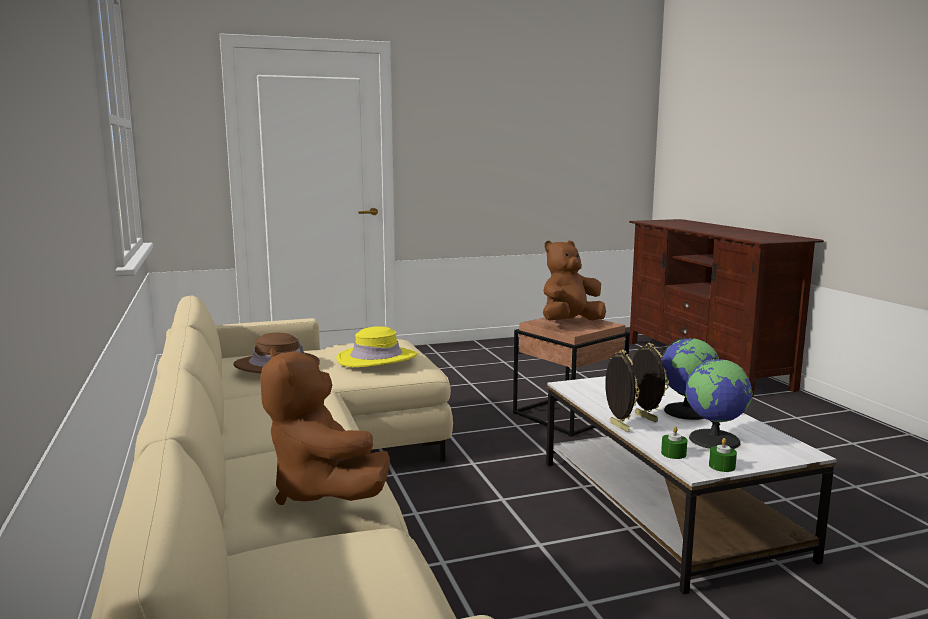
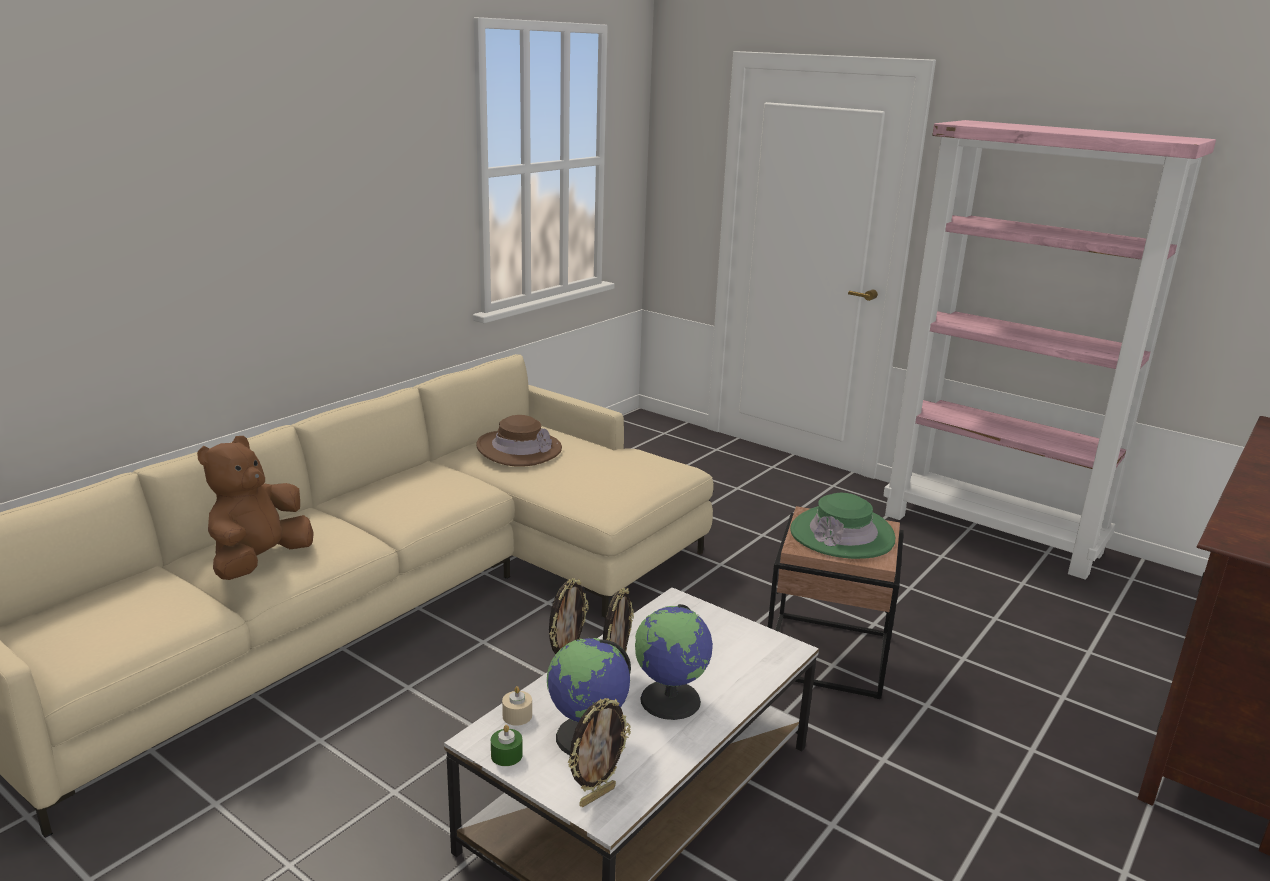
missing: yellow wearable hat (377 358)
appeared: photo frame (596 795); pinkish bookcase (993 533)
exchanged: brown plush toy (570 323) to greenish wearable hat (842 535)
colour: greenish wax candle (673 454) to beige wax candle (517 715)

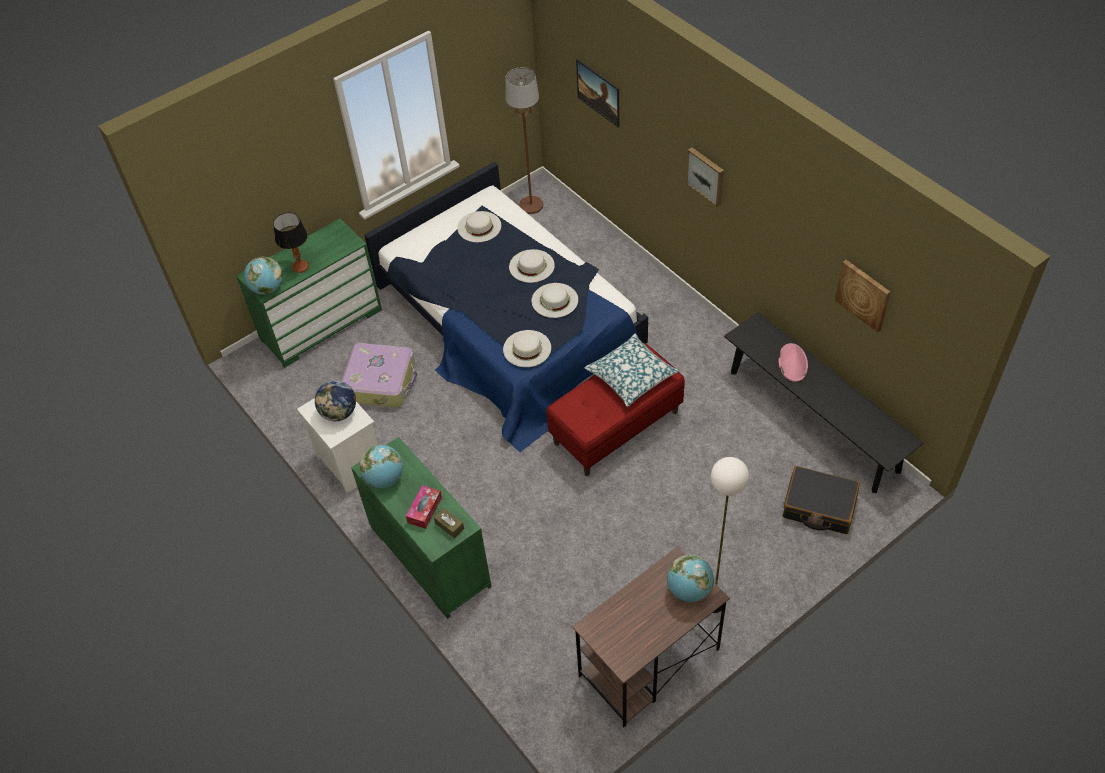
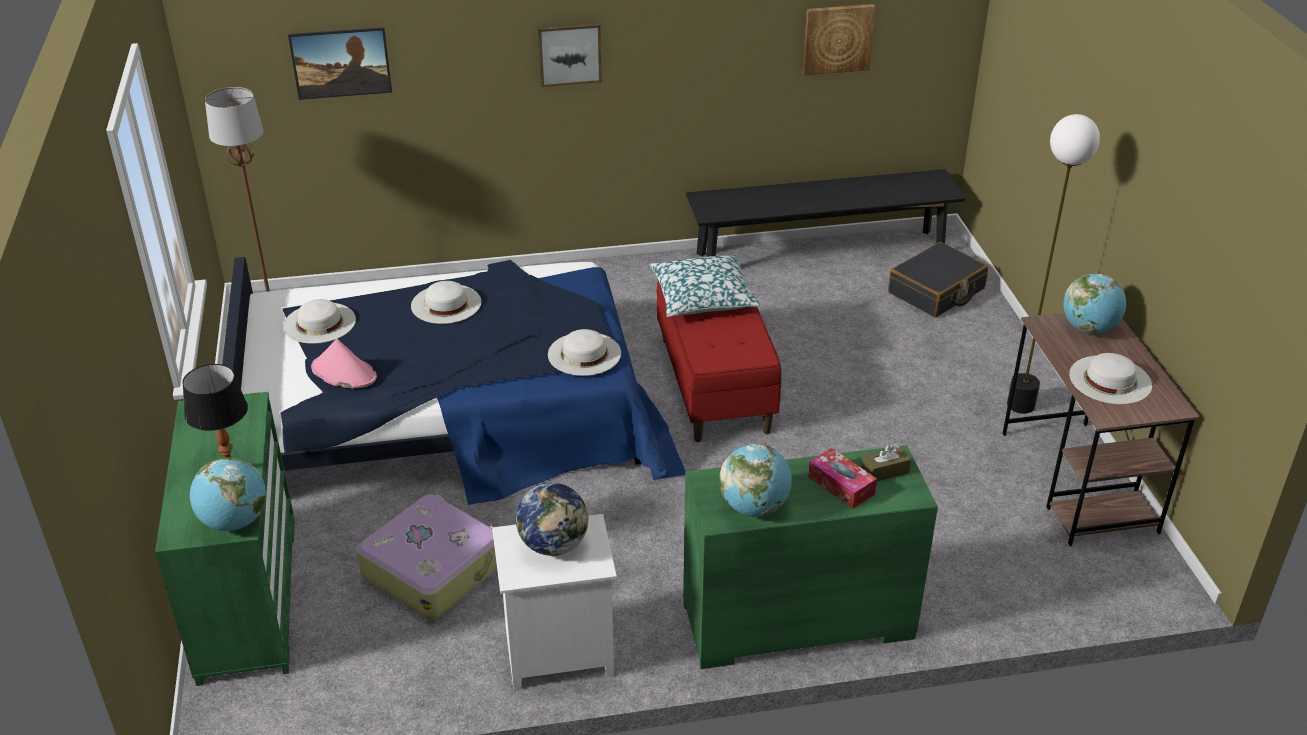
relocated: white wearable hat (554 300) to (1110 379); pinkish wearable hat (792 363) to (343 373)

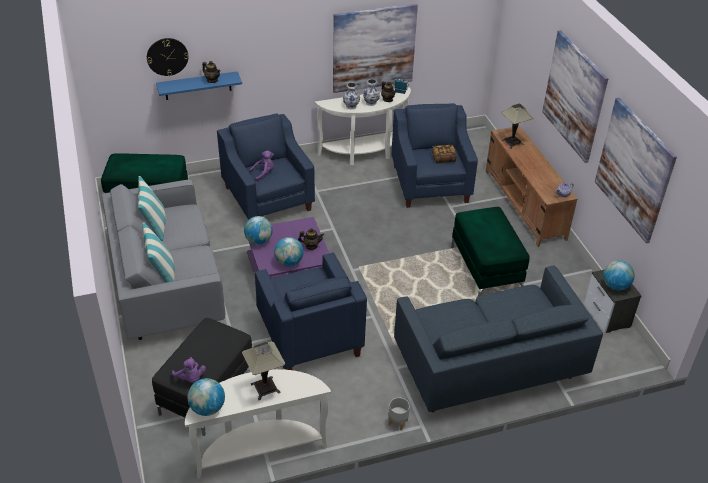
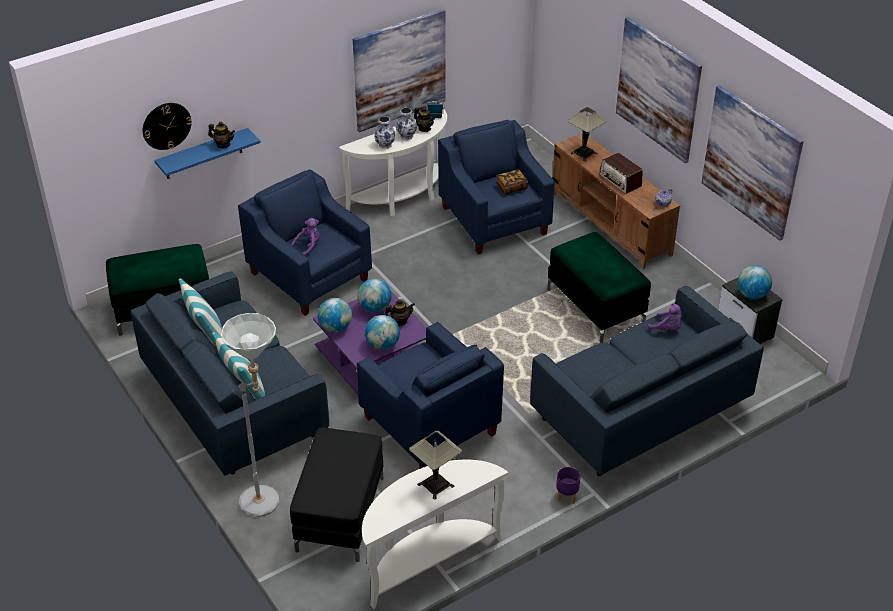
appeared: gray floor lamp (267 498); radio set (620 181)
relocated: purplish plush toy (190 378) to (667 328); world globe (207 408) to (375 308)
colour: gray settee (167 285) to bluish settee (235 404); gray planter (397 422) to purplish planter (567 496)

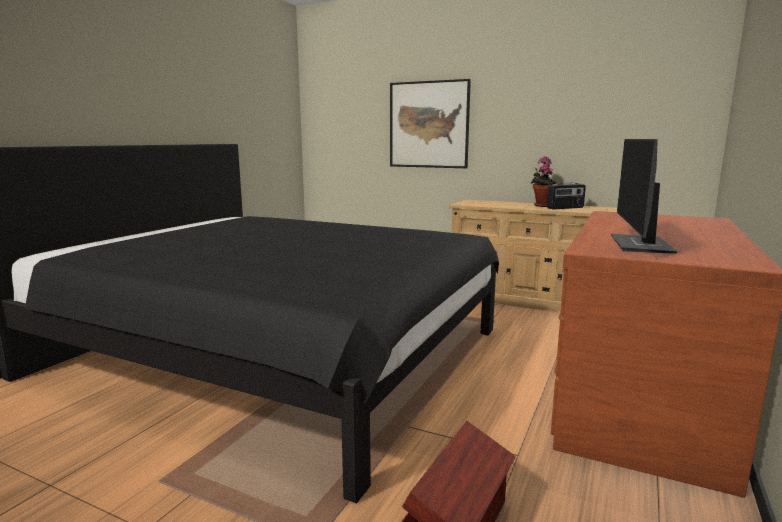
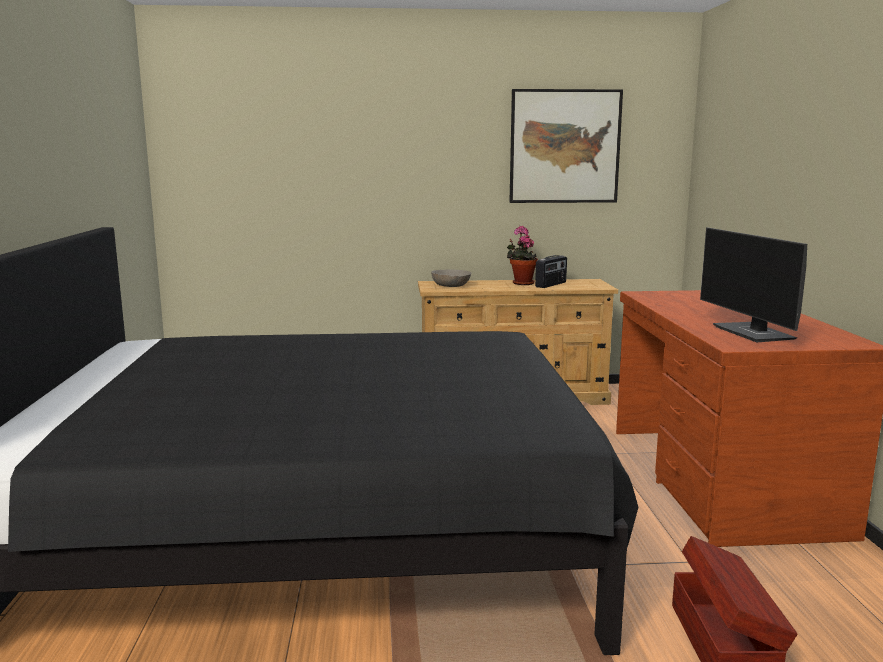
appeared: gray bowl (451 285)
relocated: picture (429 125) to (564 146)

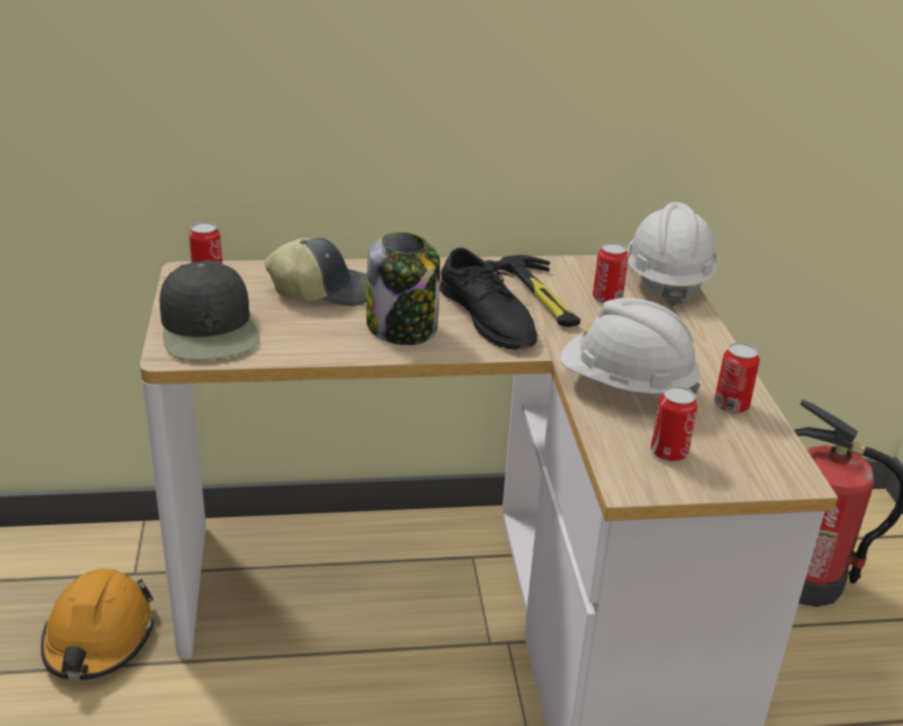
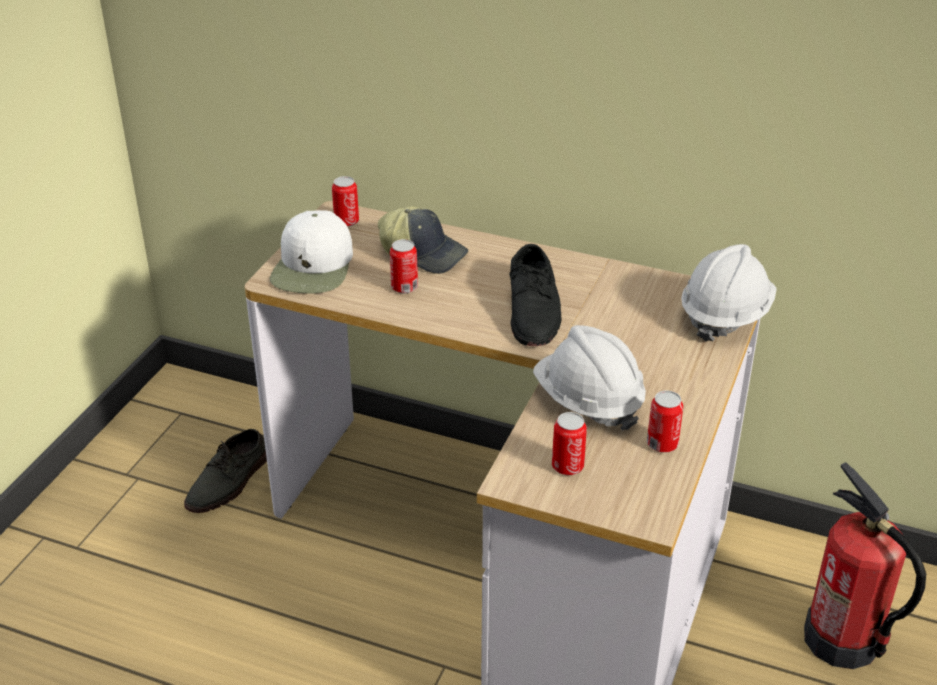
missing: preserve jar (403 328); hand hammer (539 296)
relocated: sealed can (607 298) to (404 287)
exchanged: orange-coloured hard hat (99 638) to gray item of footwear (229 481)
colour: black-coloured baseball cap (210 329) to white baseball cap (313 266)

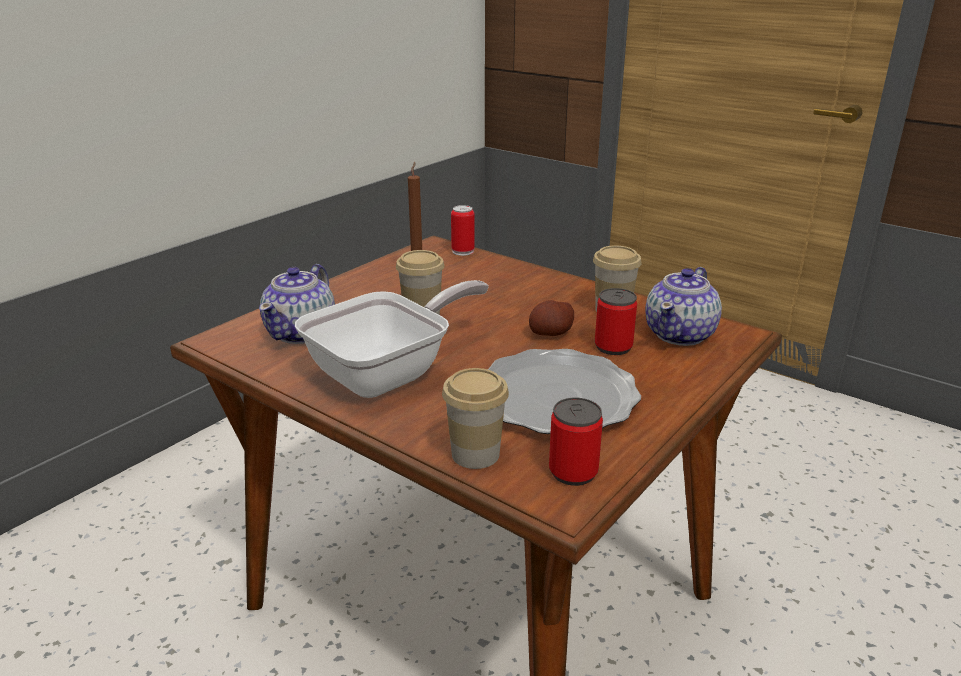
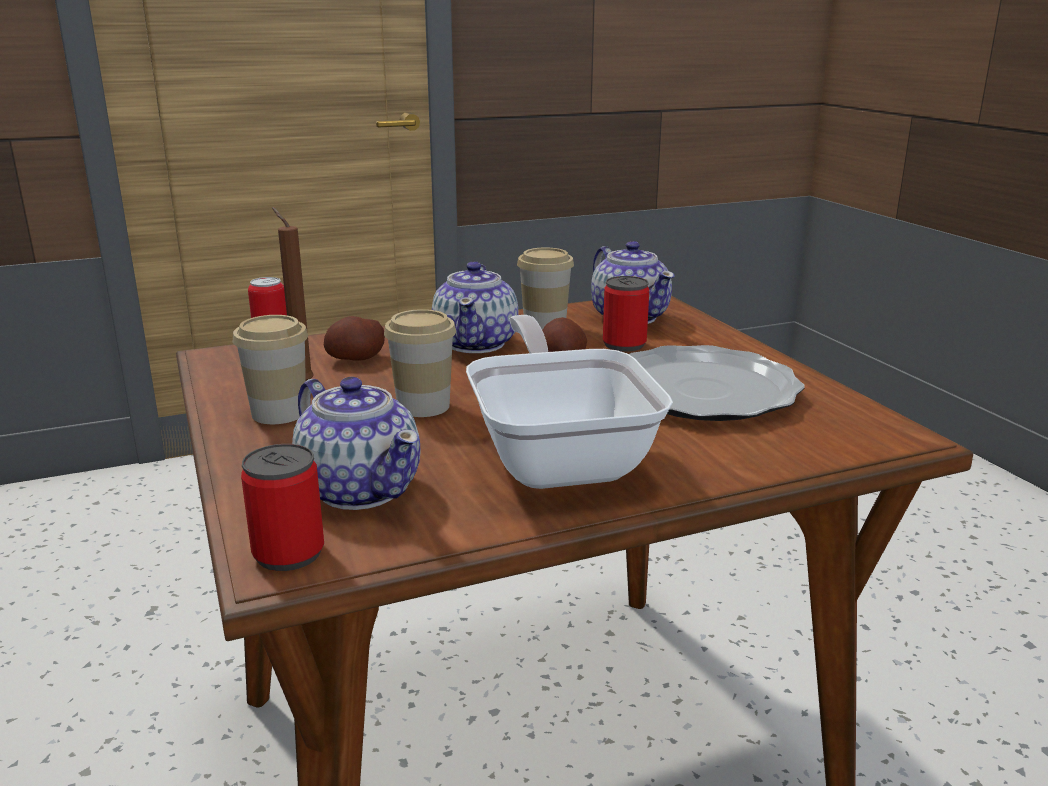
appeared: spud (356 359); tea pot (477 343)
relocated: small cup (475 454) to (279 413); sealed can (573 472) to (288 553)

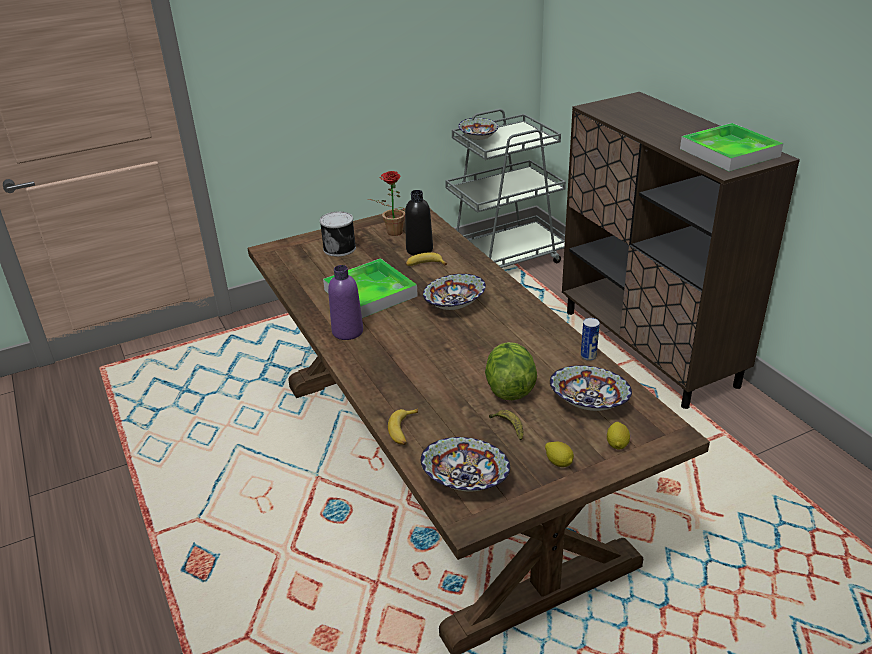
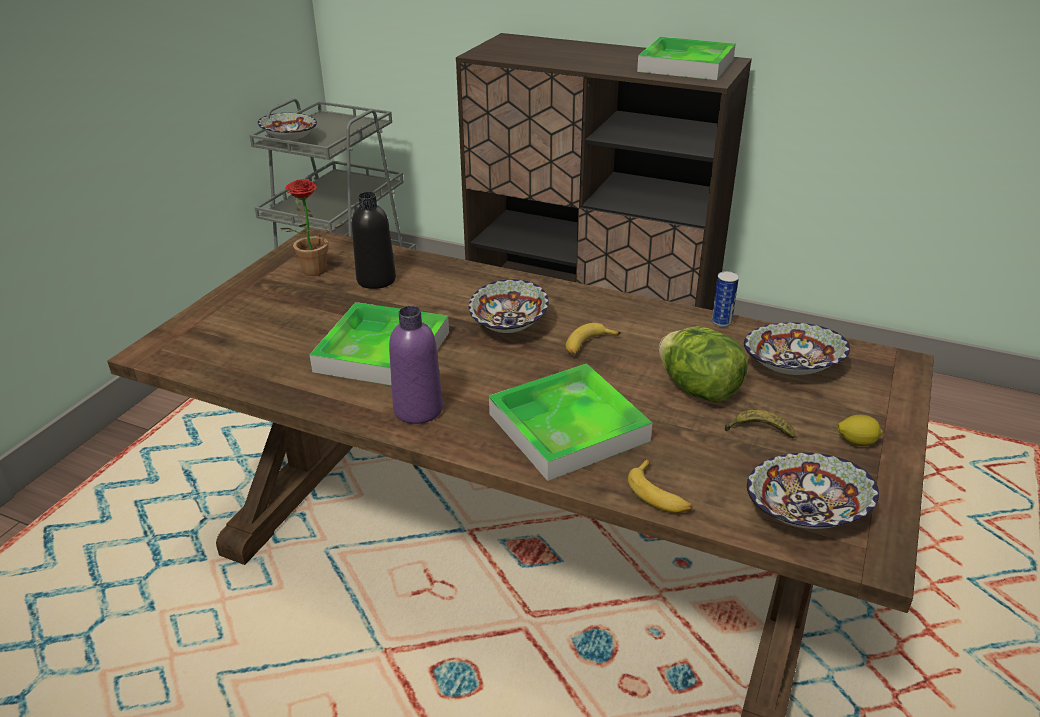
missing: sealed can (340 248); whole lemon (617 444)
appeared: tray (568 427)
relocated: whole banana (425 265) to (588 346)

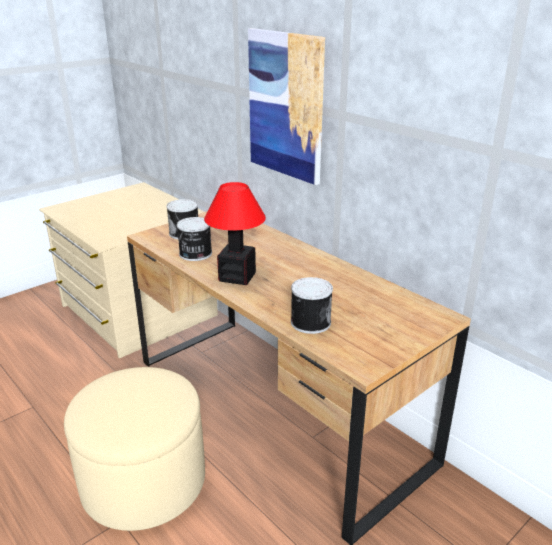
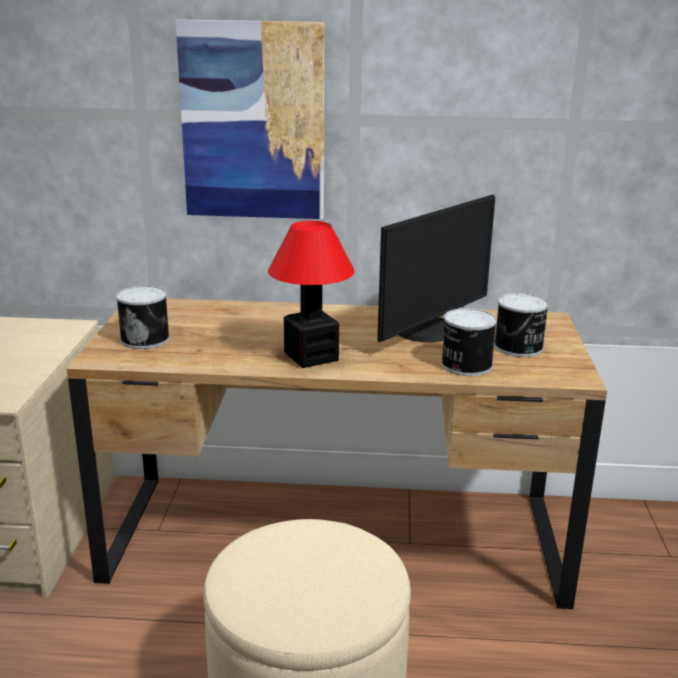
appeared: computer screen (428 331)
relocated: sealed can (195 254) to (519 347)

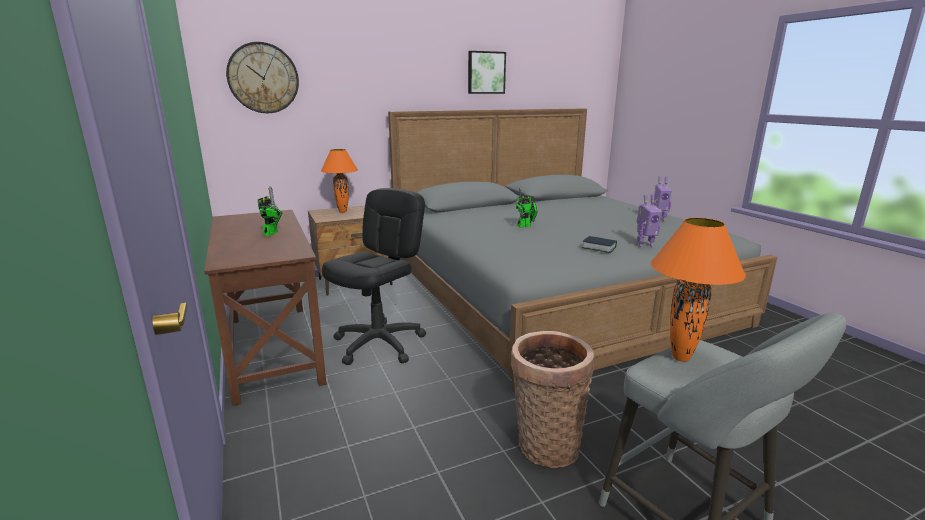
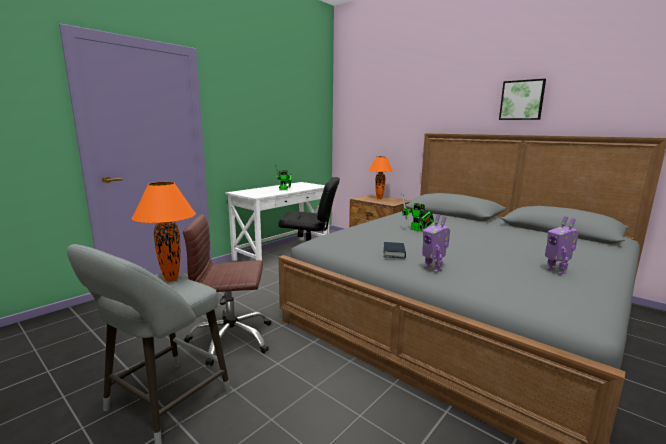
missing: wall clock (263 78)
exchanged: household basket (545 443) to brown computer chair (231 339)
colour: brown desk unit (272 349) to white desk unit (282 253)

